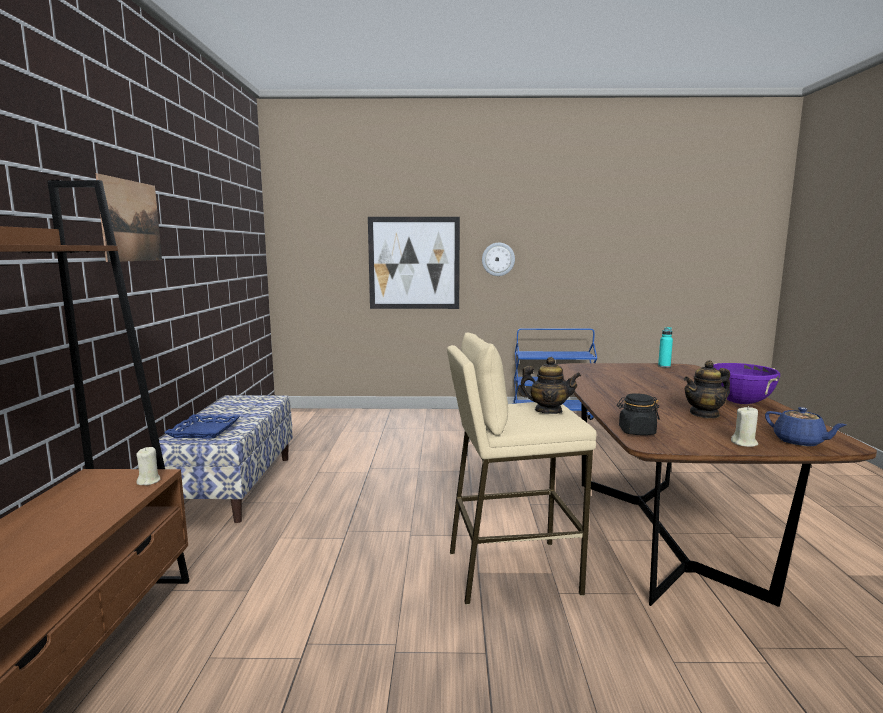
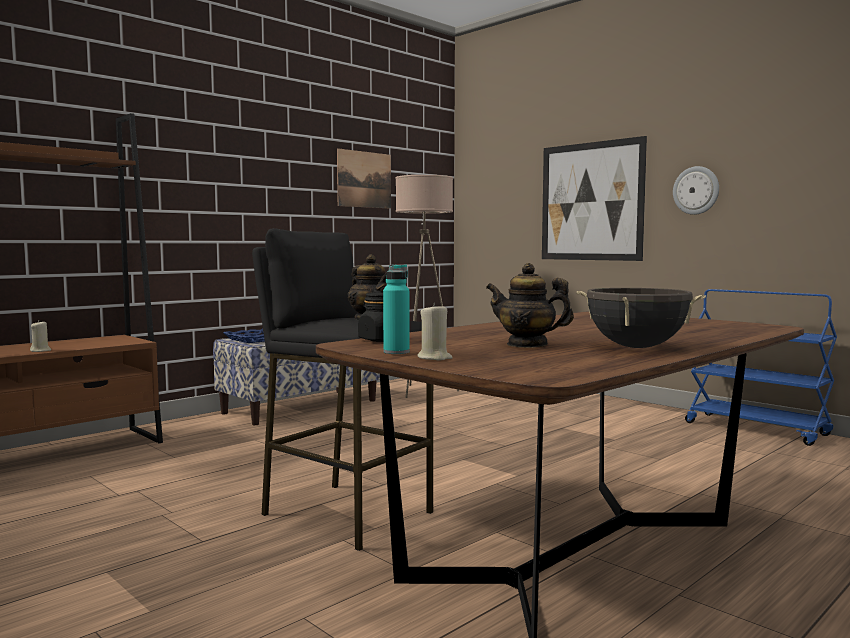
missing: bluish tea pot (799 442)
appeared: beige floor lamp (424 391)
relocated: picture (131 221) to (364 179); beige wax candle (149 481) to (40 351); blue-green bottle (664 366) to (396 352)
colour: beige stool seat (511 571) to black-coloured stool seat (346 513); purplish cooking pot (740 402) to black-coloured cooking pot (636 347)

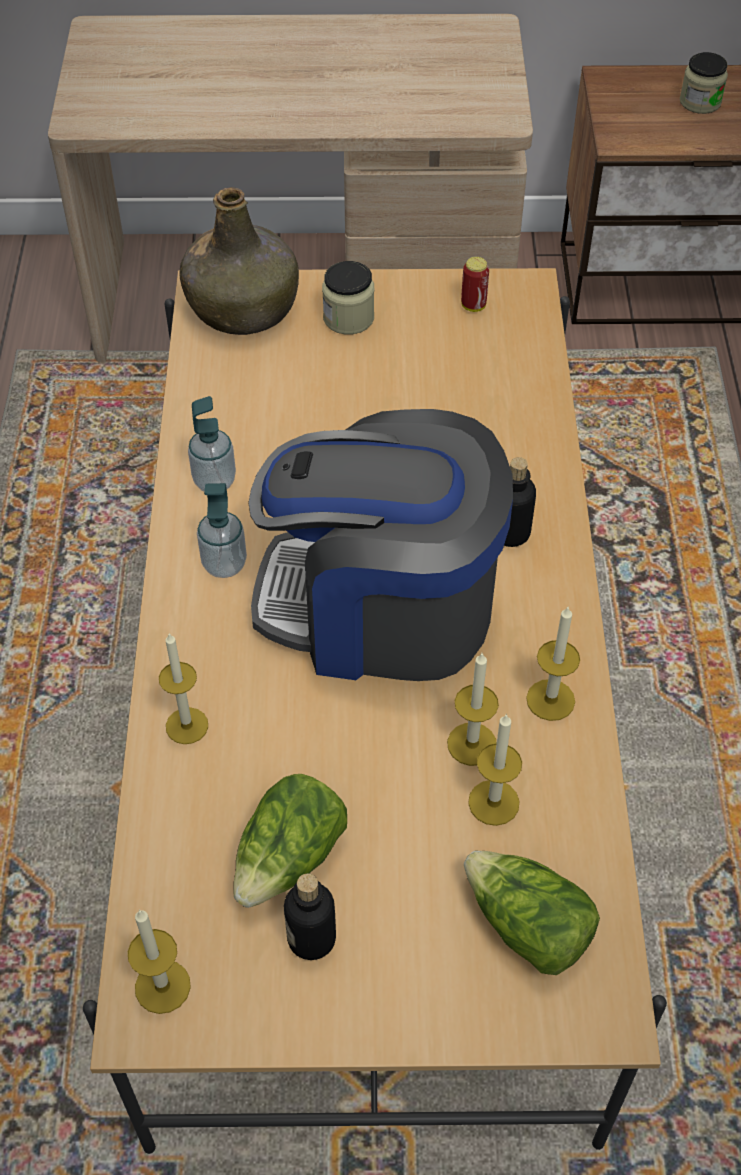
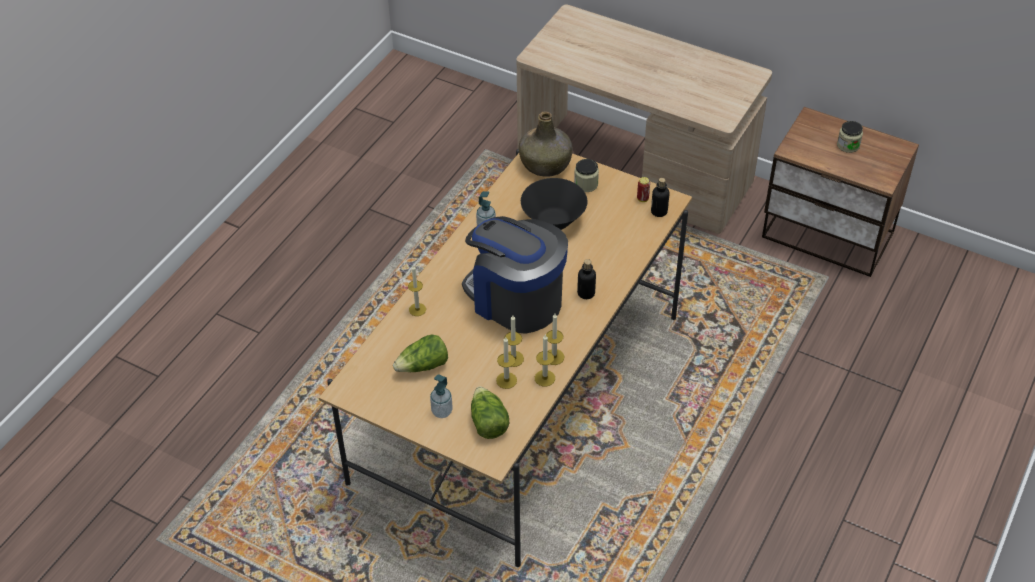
appeared: black-coloured bowl (553 220)
relocated: wax candle (162 986) to (544 378); liquid soap bottle (224 564) to (442 411); bottle (311 938) to (659 211)

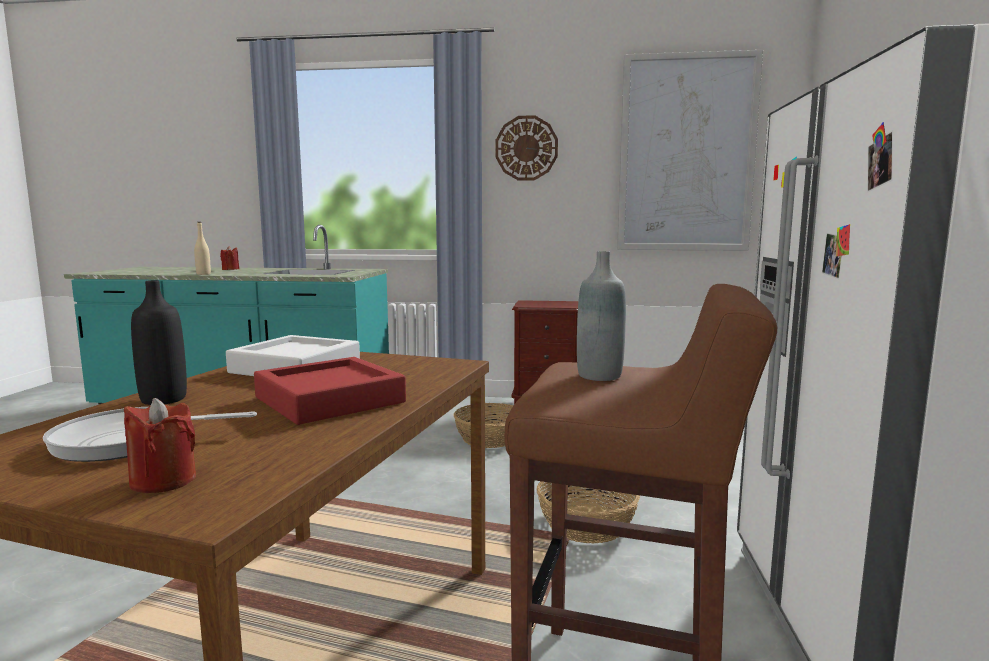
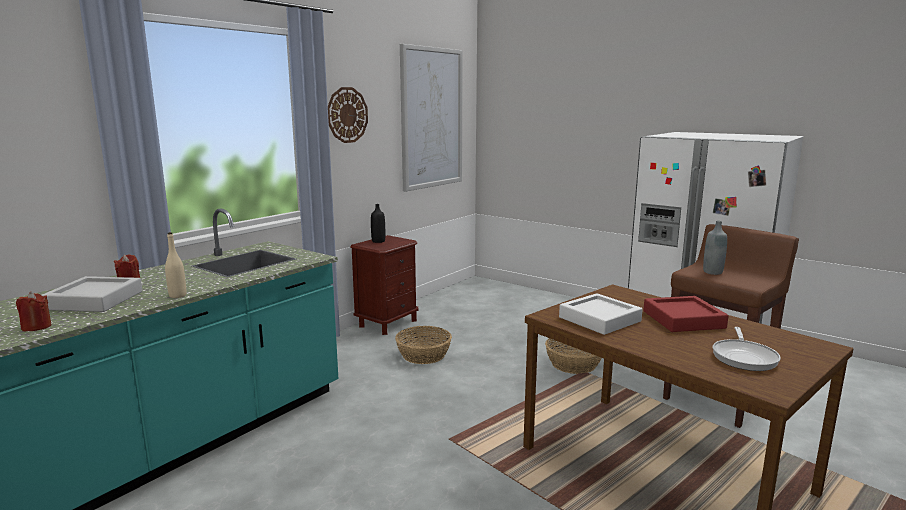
appeared: gray tray (95 300)
relocated: red-coloured wax candle (163 481) to (36 327); black-coloured bottle (163 399) to (378 241)

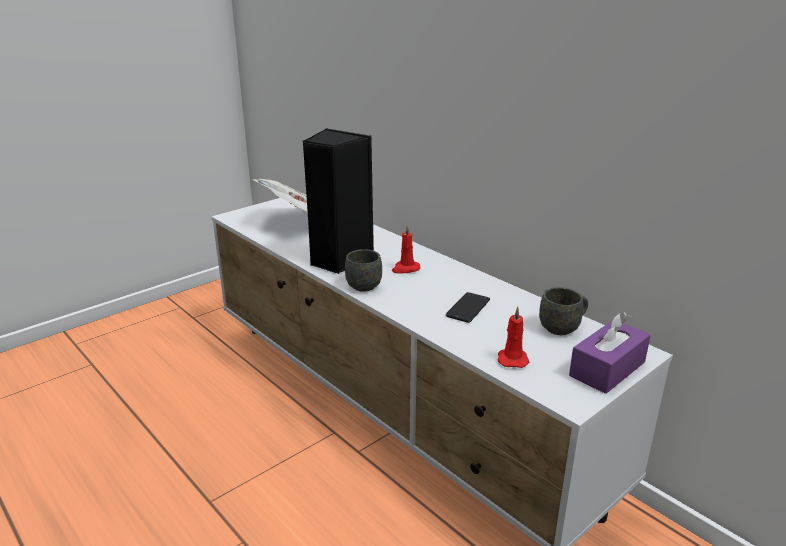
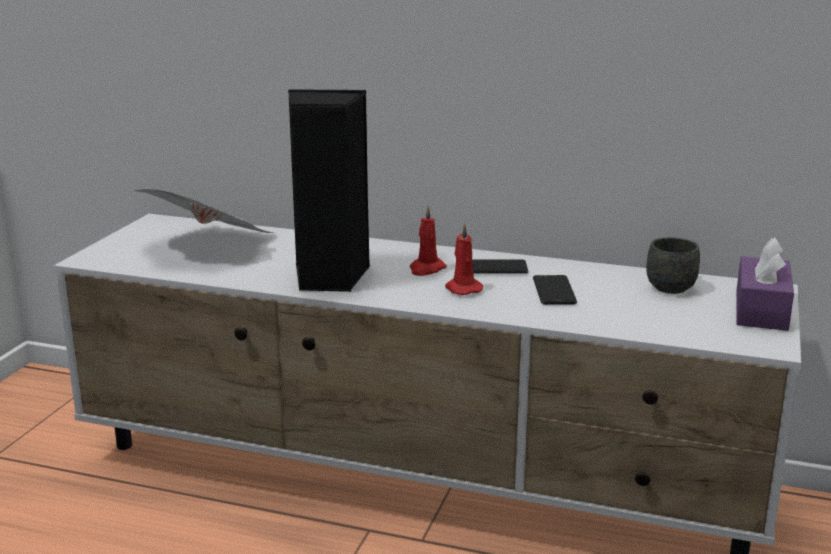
missing: gray coffee mug (362 284)
appeared: telephone (493 268)
relocated: red-coloured wax candle (512 359) to (462 288)

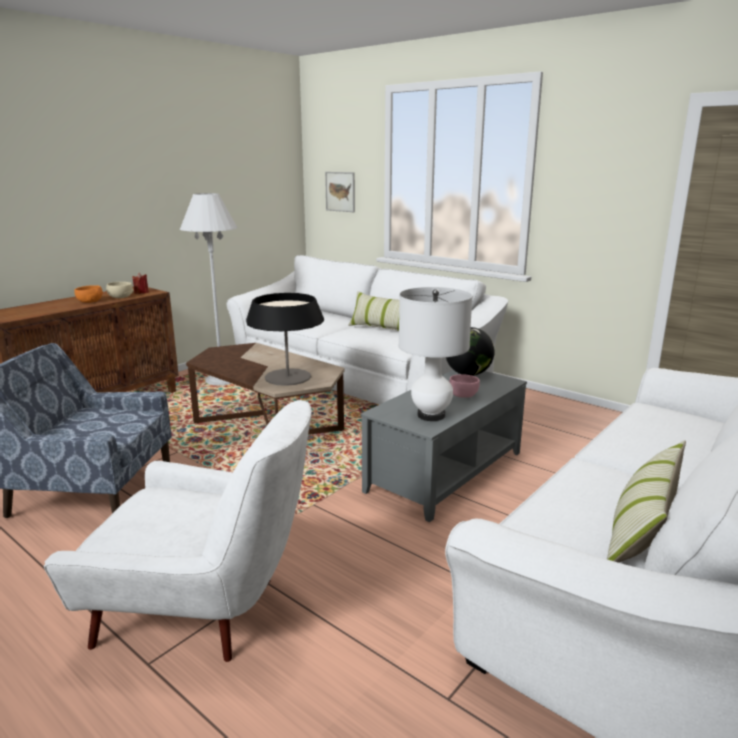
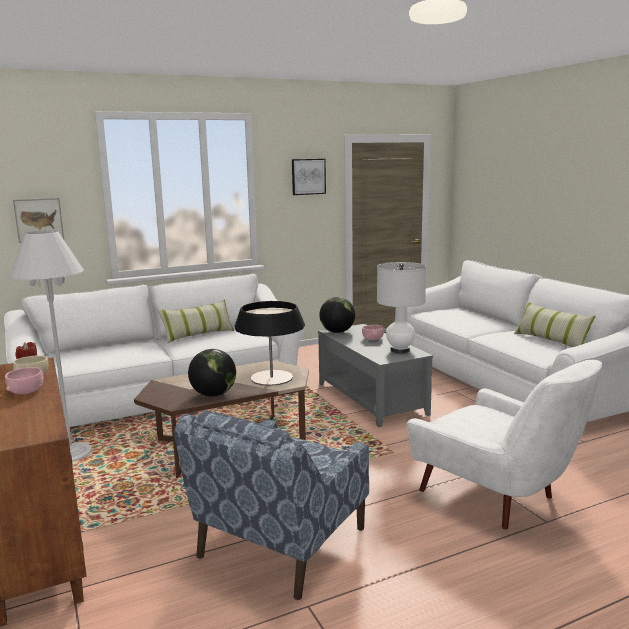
appeared: world globe (213 394); picture (308 176)
colour: orange-coloured bowl (90 301) to pinkish bowl (26 391)
spun: white armchair (205 611) = (497 498) 105 degrees clockwise

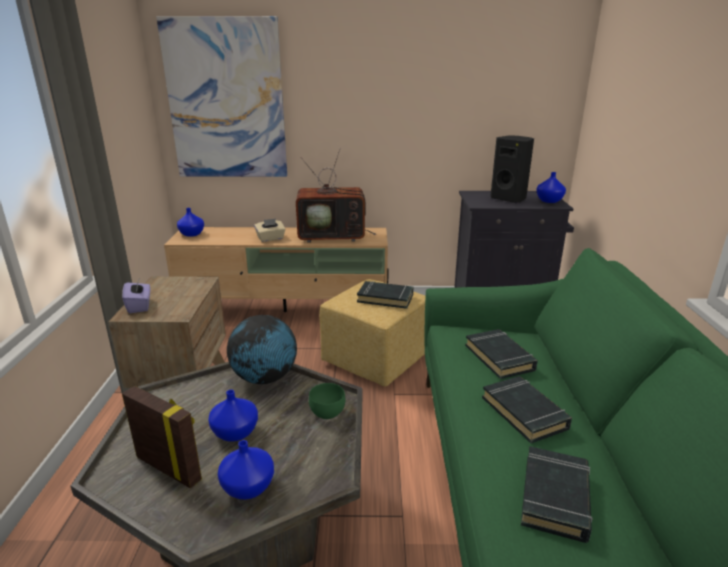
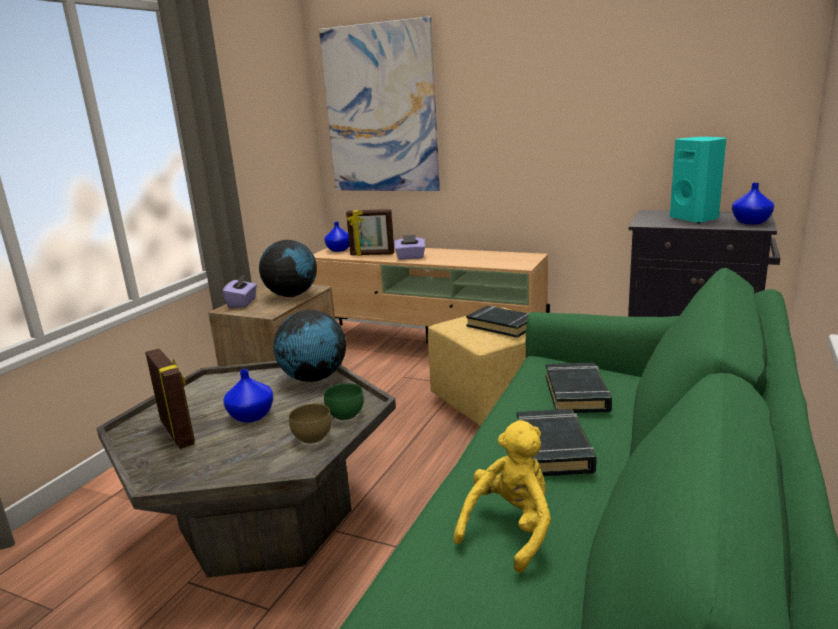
missing: bluish vase (248 488); TV set (333 236)
appeared: world globe (291 295); brown bowl (313 437); photo frame (372 254)
exchanged: black-coloured volume (555 497) to yellow plush toy (510 529)
colour: beige tissue box (270 238) to purplish tissue box (410 257); black-coloured loudspeaker (509 199) to blue-green loudspeaker (695 219)

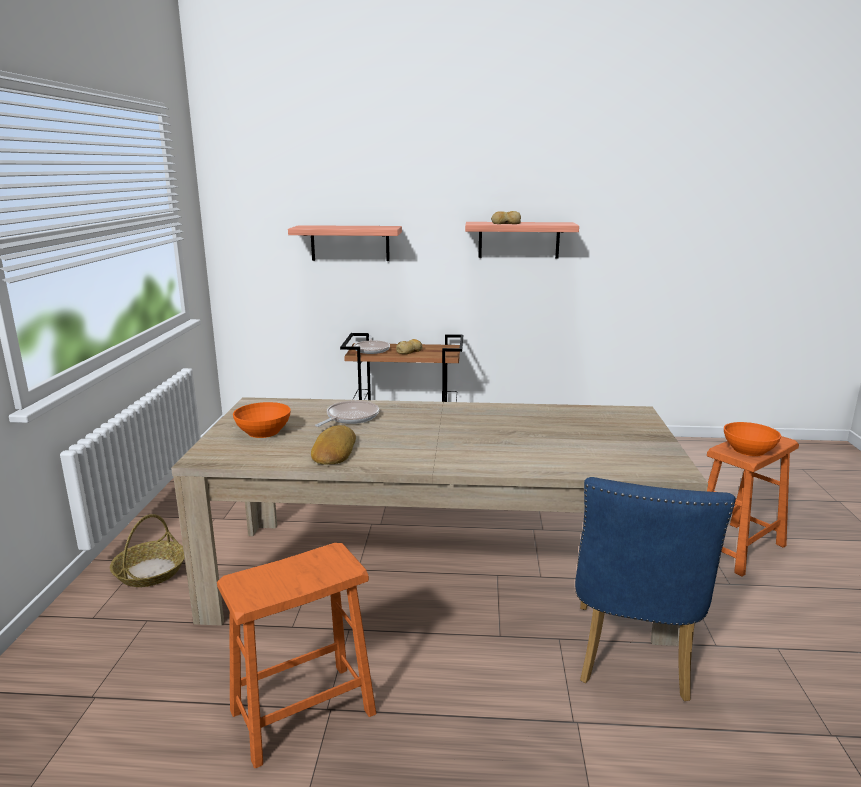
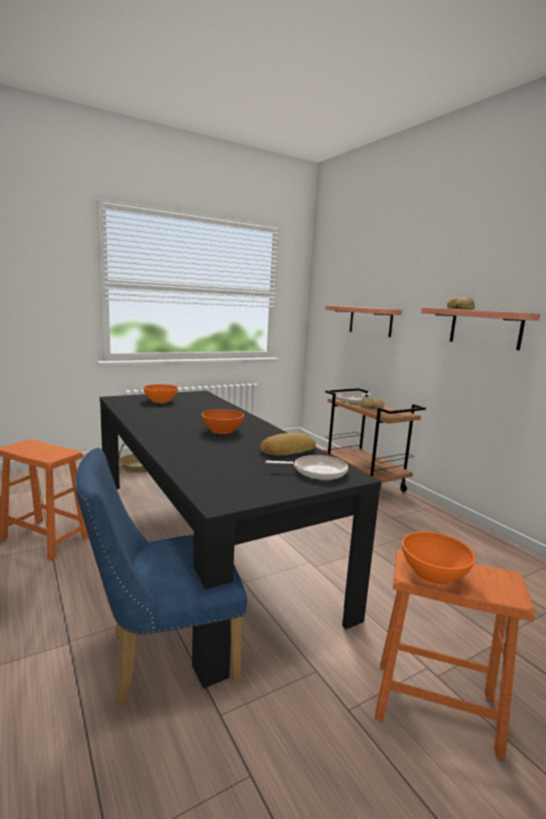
appeared: orange-coloured bowl (222 430)
relocated: baked bread (333 452) to (286 450); frying pan (350 418) to (316 471)
colour: beige dinner table (438 577) to black-coloured dinner table (204 540)

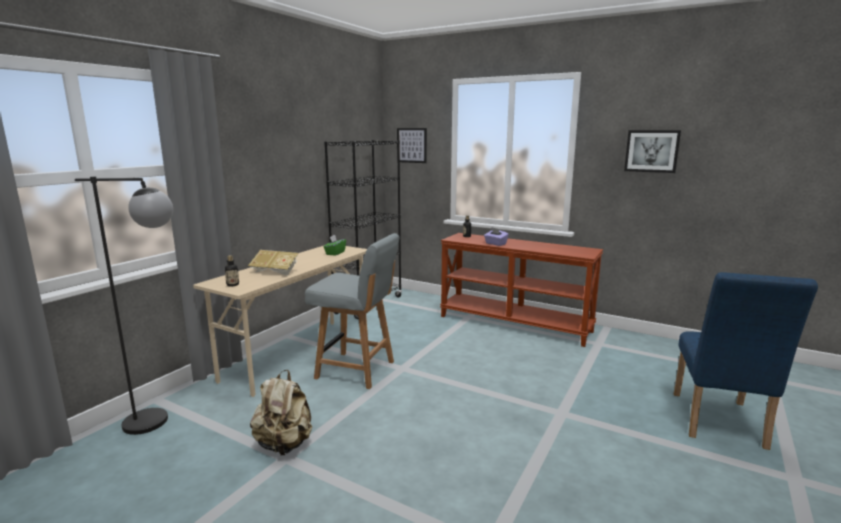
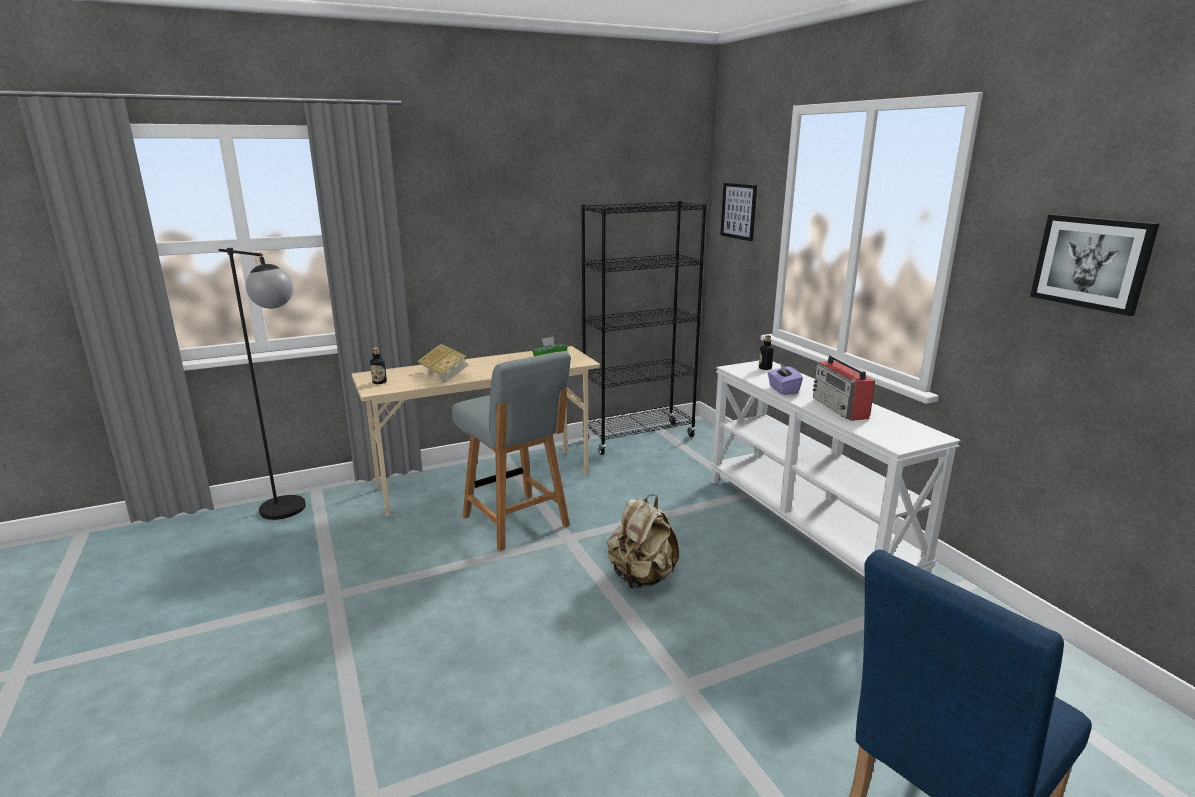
appeared: radio set (840 408)
relocated: beige backpack (284 444) to (641 578)
colour: brown narrow table (515 323) to white narrow table (807 525)

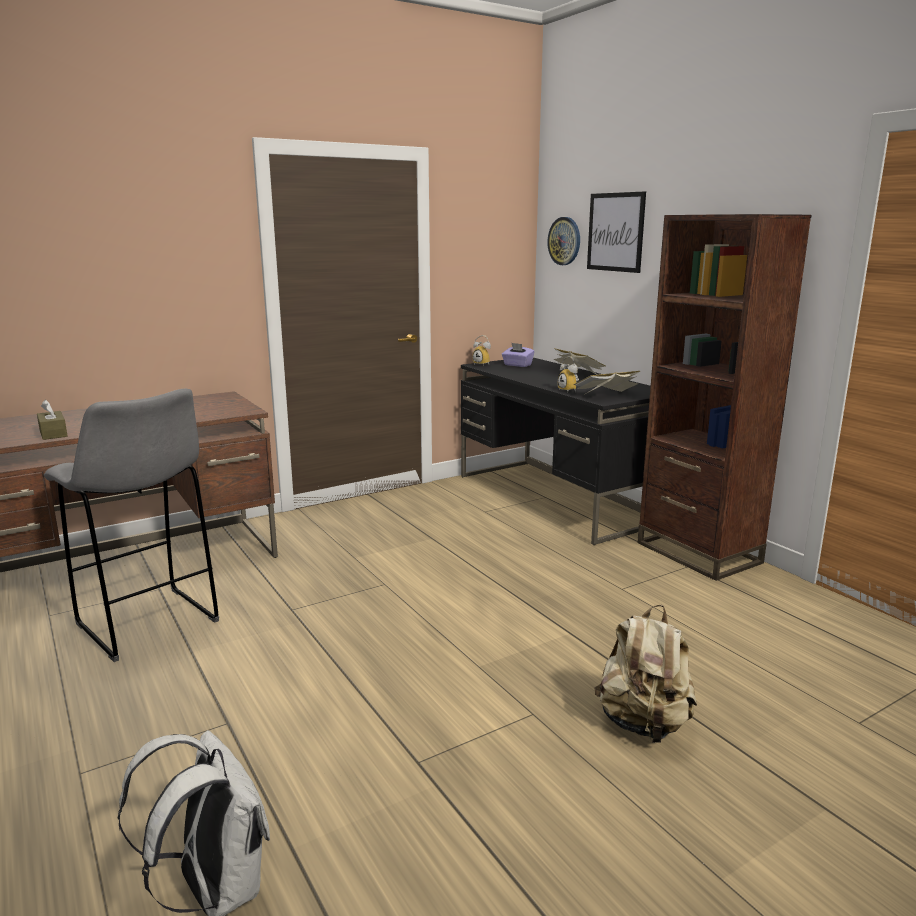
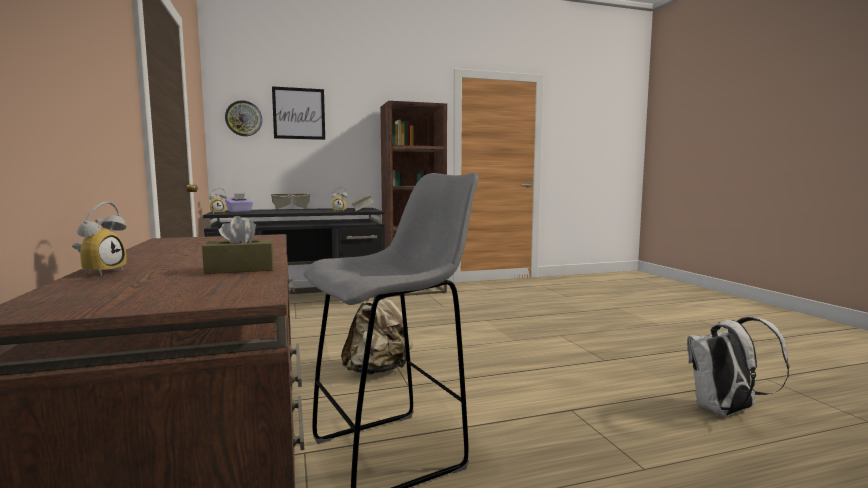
appeared: table clock (101 272)
relocated: beige backpack (643 724) to (378 371)

